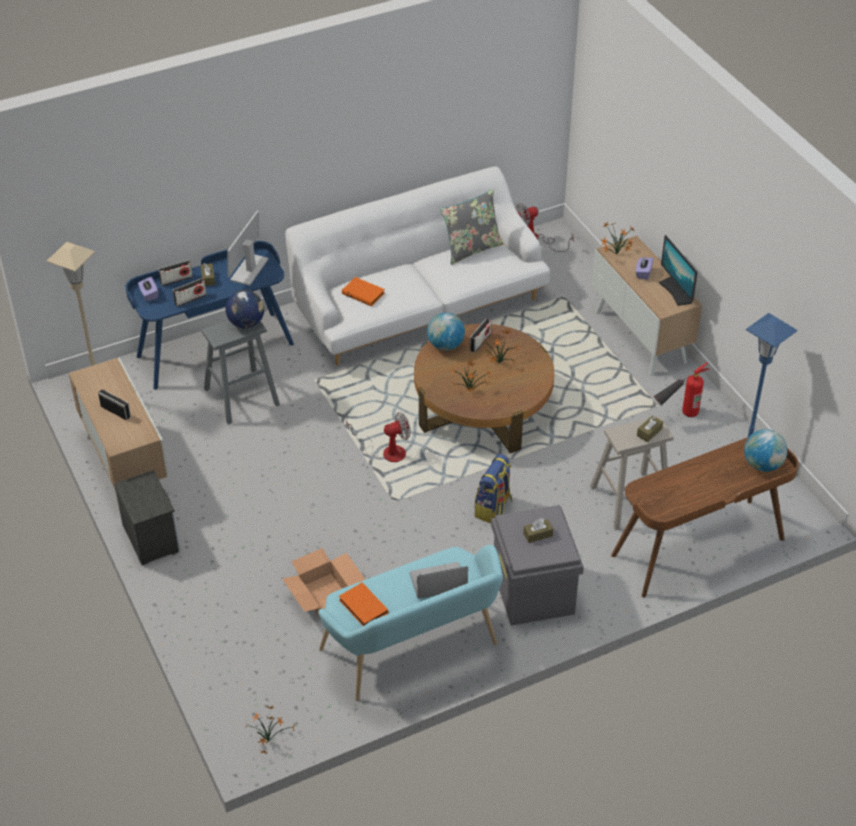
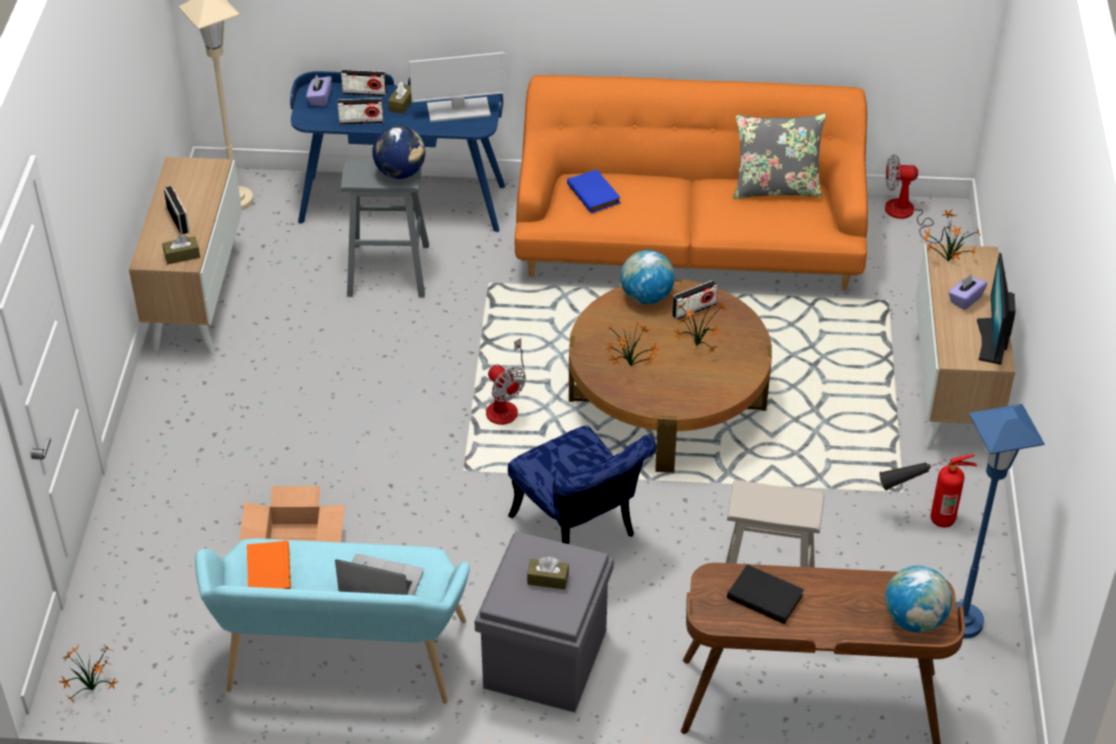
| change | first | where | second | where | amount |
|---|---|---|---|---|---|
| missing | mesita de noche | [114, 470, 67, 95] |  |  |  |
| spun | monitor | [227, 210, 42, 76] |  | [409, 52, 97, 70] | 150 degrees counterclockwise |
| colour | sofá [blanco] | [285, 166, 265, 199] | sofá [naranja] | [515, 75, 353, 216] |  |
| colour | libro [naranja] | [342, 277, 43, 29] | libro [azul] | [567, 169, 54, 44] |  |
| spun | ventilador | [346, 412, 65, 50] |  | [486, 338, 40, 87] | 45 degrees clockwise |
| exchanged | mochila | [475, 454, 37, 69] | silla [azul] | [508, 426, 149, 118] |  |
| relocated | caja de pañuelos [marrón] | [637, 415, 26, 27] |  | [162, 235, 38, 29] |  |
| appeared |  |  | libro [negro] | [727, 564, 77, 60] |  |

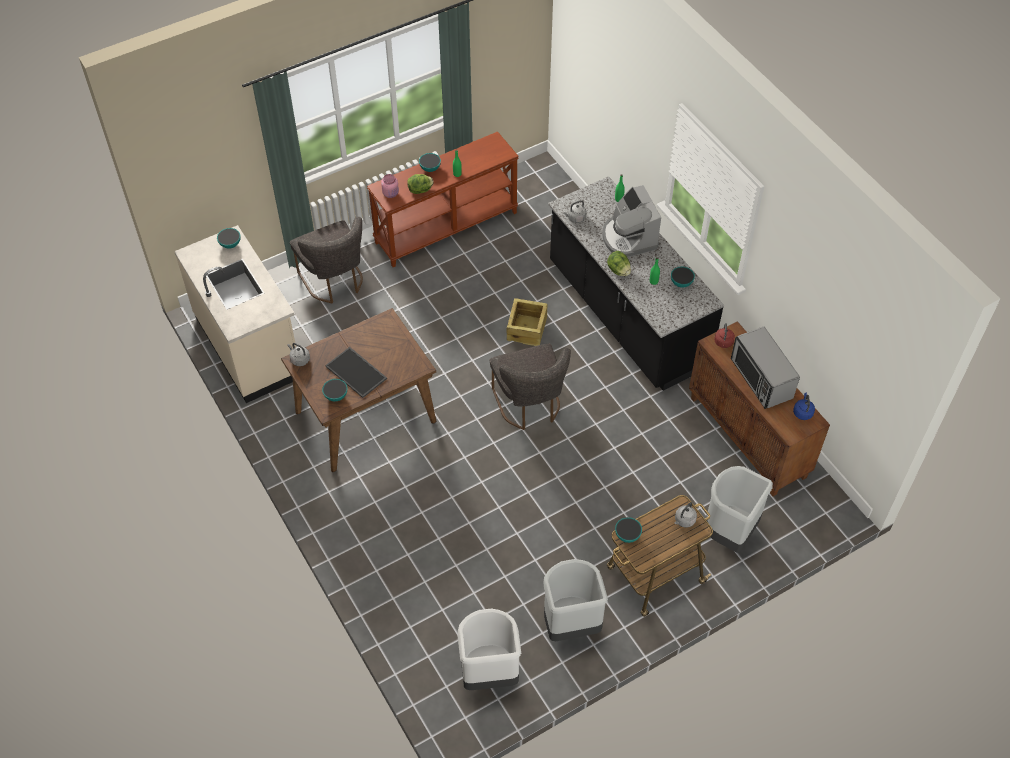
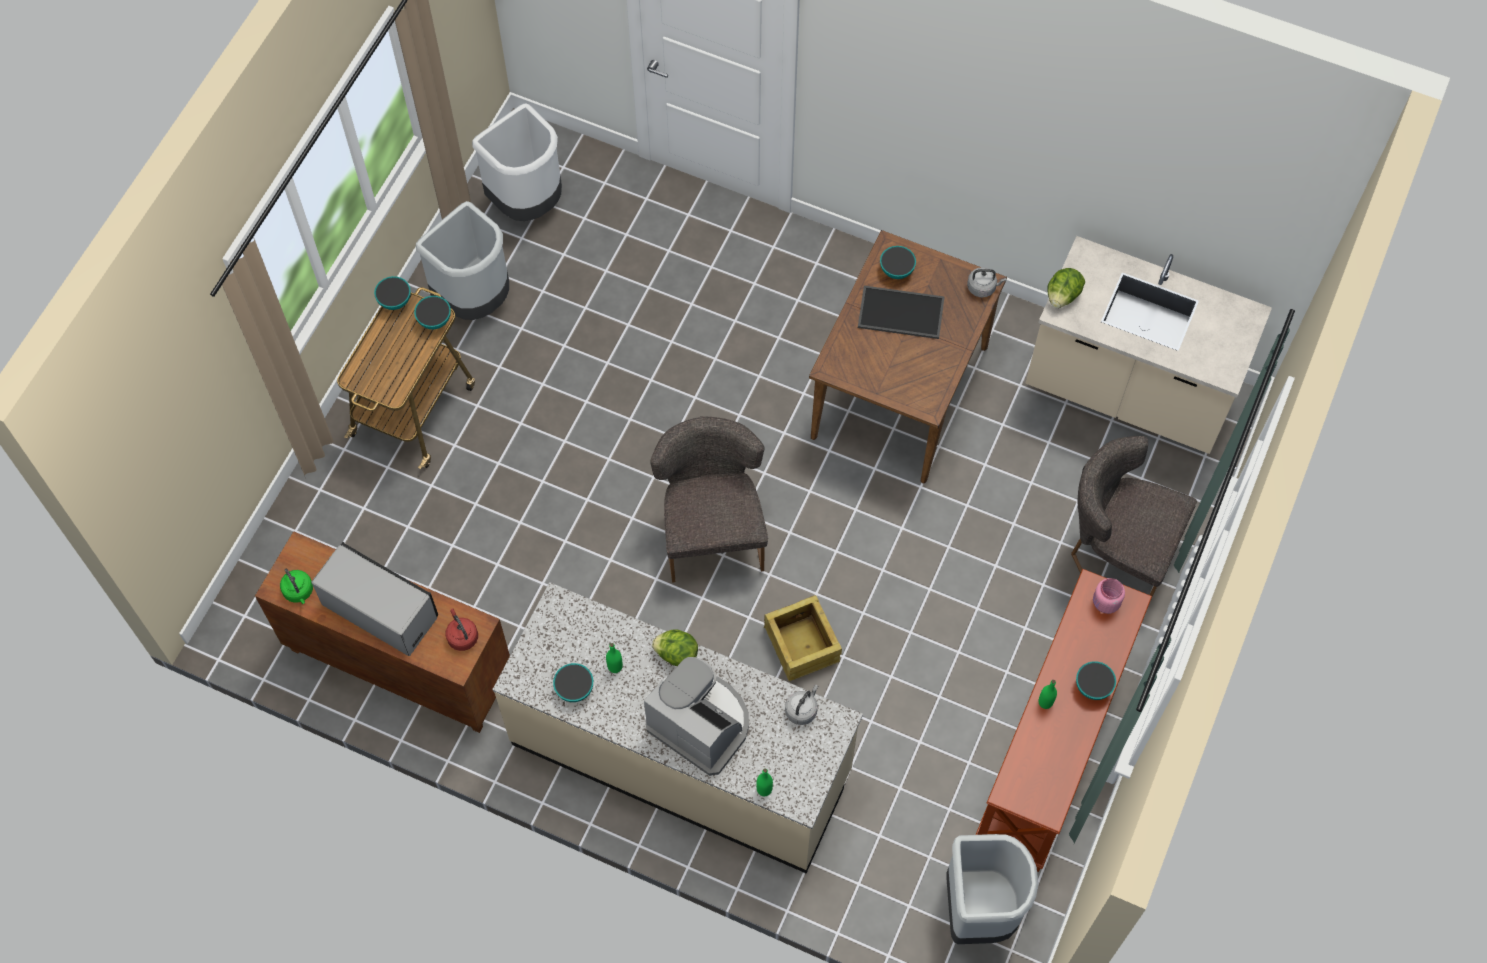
| change | first | where | second | where | amount |
|---|---|---|---|---|---|
| relocated | cuenco | [217, 228, 24, 21] |  | [374, 276, 37, 34] |  |
| relocated | lechuga | [407, 174, 27, 20] |  | [1047, 268, 38, 40] |  |
| spun | silla [gris] | [490, 344, 81, 86] |  | [650, 416, 118, 167] | 45 degrees clockwise |
| colour | mueble bajo de cocina [negro] | [548, 176, 176, 215] | mueble bajo de cocina [beis] | [492, 582, 371, 291] |  |
| missing | hervidor [gris] | [674, 502, 23, 26] |  |  |  |
| relocated | papelera [gris] | [706, 466, 67, 87] |  | [946, 834, 92, 110] |  |
| colour | hervidor [azul] | [793, 393, 22, 27] | hervidor [verde] | [280, 569, 33, 35] |  |

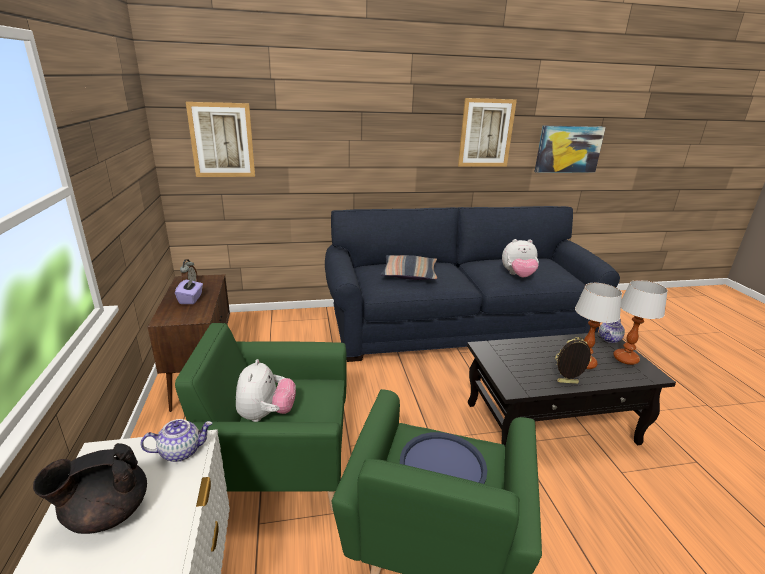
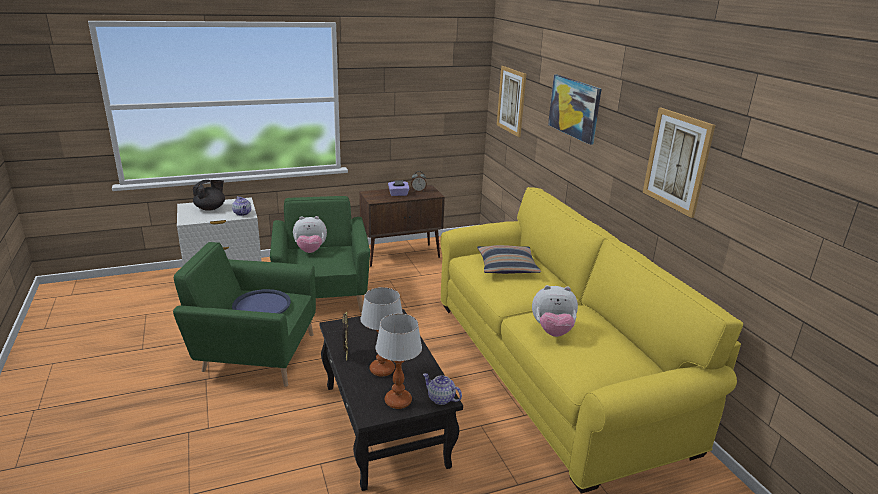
| change | first | where | second | where | amount |
|---|---|---|---|---|---|
| spun | tetera [negro] | [33, 443, 114, 91] |  | [193, 180, 32, 31] | 75 degrees clockwise |
| colour | sofá [azul] | [325, 206, 295, 156] | sofá [amarillo] | [440, 187, 303, 307] |  |
| spun | peluche | [502, 239, 37, 39] |  | [532, 285, 46, 52] | 75 degrees counterclockwise |
| relocated | cuadro | [535, 126, 71, 46] |  | [548, 75, 53, 70] |  |

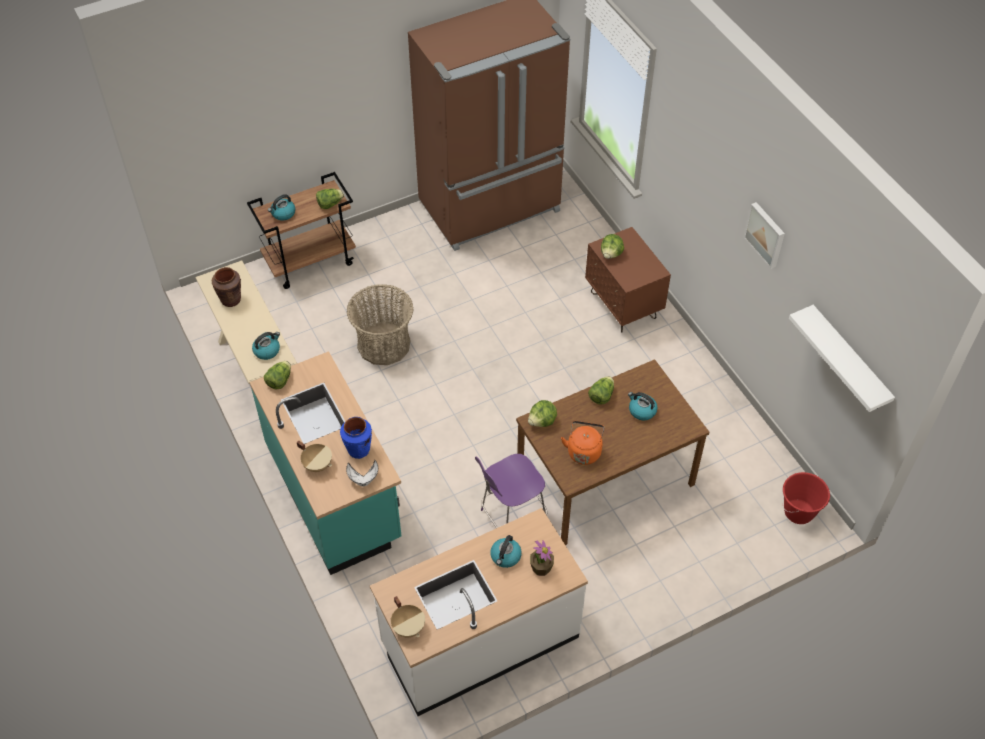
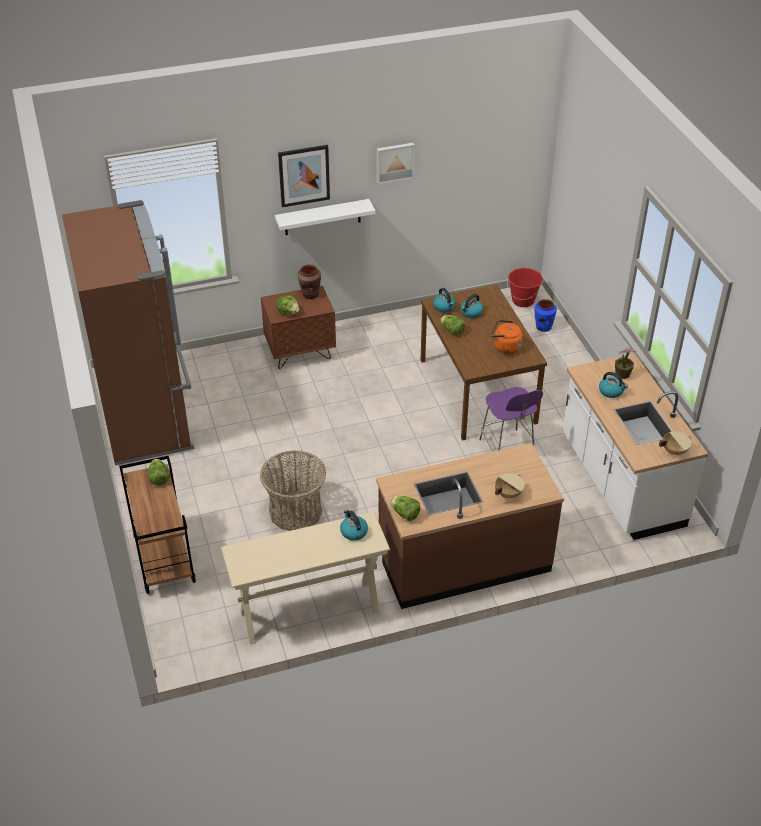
| change | first | where | second | where | amount |
|---|---|---|---|---|---|
| relocated | florero [marrón] | [212, 267, 29, 40] |  | [298, 265, 23, 34] |  |
| colour | mueble bajo de cocina [turquesa] | [250, 351, 151, 224] | mueble bajo de cocina [marrón] | [376, 443, 188, 166] |  |
| relocated | hervidor | [268, 194, 27, 26] |  | [433, 288, 23, 24] |  |
| relocated | florero [azul] | [340, 417, 32, 42] |  | [534, 299, 23, 33] |  |
| missing | cuenco [blanco] | [346, 460, 32, 26] |  |  |  |
| missing | lechuga | [528, 400, 29, 27] |  |  |  |
| relocated | estante [blanco] | [789, 305, 106, 107] |  | [275, 199, 100, 36] |  |
| appeared |  |  | cuadro | [278, 145, 52, 62] |  |

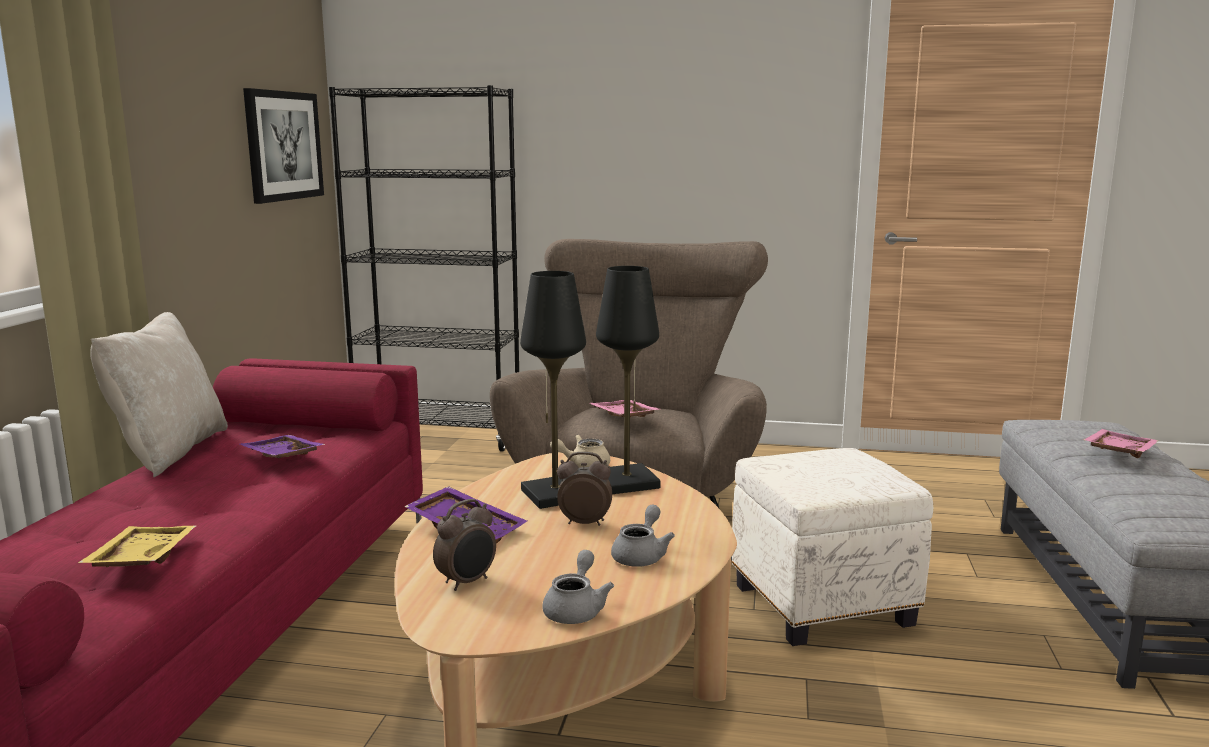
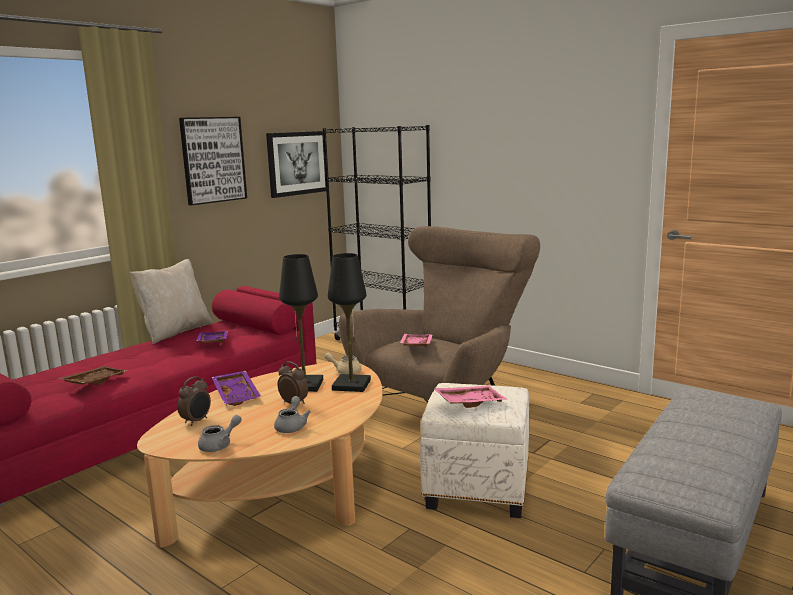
| change | first | where | second | where | amount |
|---|---|---|---|---|---|
| colour | bandeja [amarillo] | [78, 526, 118, 41] | bandeja [marrón] | [59, 366, 69, 20] |  |
| spun | despertador | [433, 499, 63, 92] |  | [177, 376, 34, 50] | 45 degrees counterclockwise |
| spun | tetera [gris] | [611, 505, 64, 62] |  | [274, 396, 37, 37] | 45 degrees counterclockwise |
| relocated | bandeja [rosa] | [1083, 429, 75, 29] |  | [433, 385, 75, 23] |  |
| appeared |  |  | cuadro | [179, 117, 68, 88] |  |

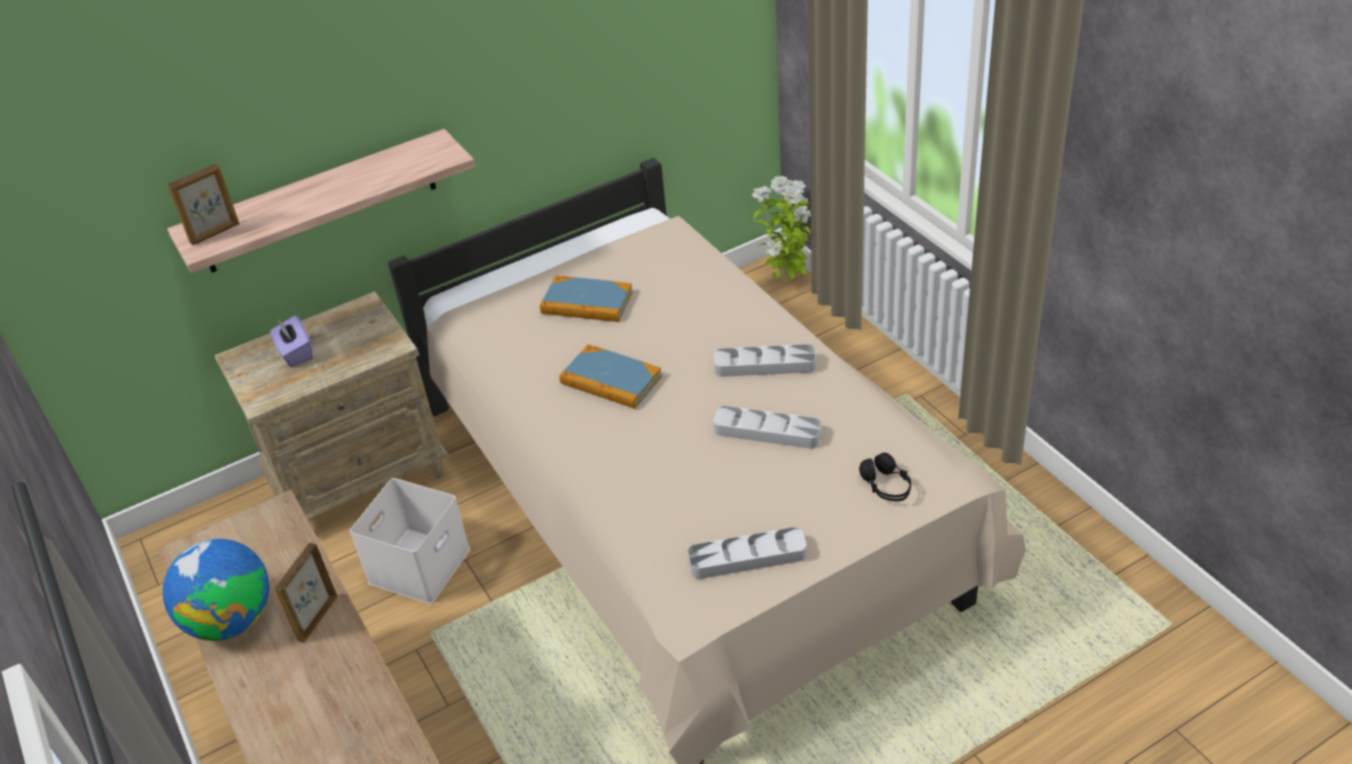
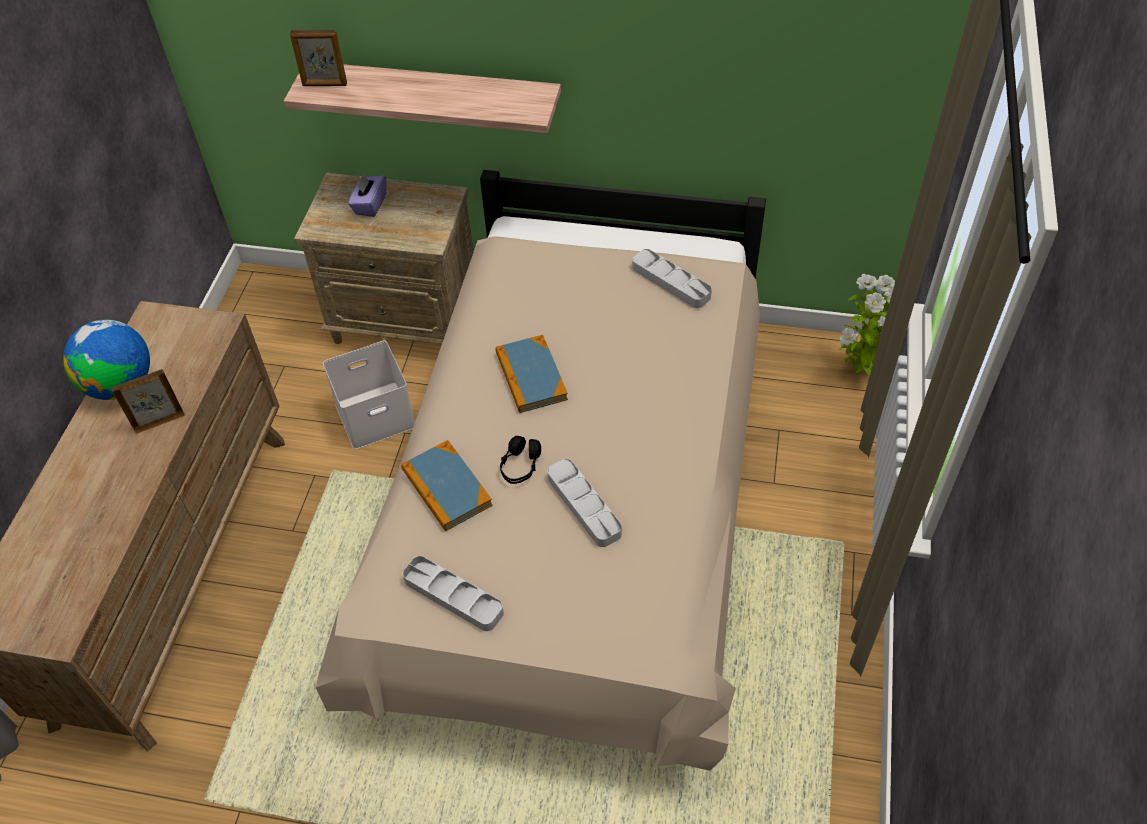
| change | first | where | second | where | amount |
|---|---|---|---|---|---|
| relocated | libro | [540, 276, 93, 46] |  | [401, 440, 92, 91] |  |
| relocated | bandeja [gris] | [714, 344, 102, 33] |  | [632, 249, 80, 59] |  |
| relocated | auriculares [negro] | [859, 453, 52, 48] |  | [500, 436, 41, 48] |  |

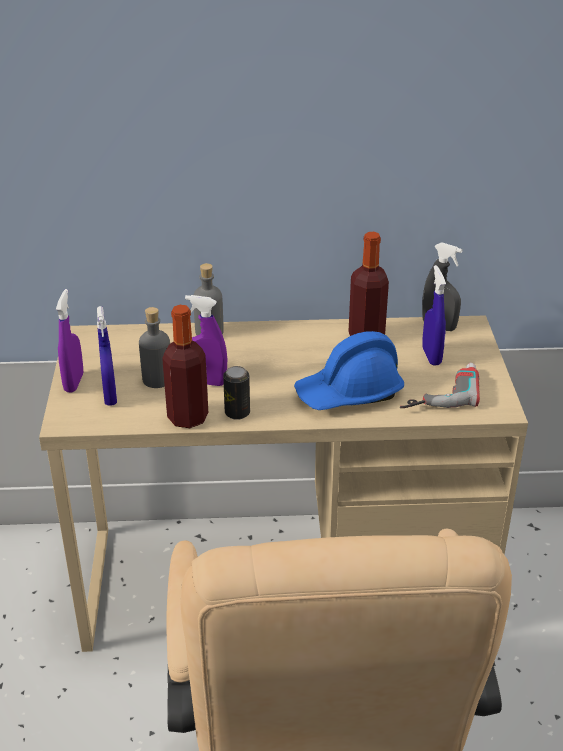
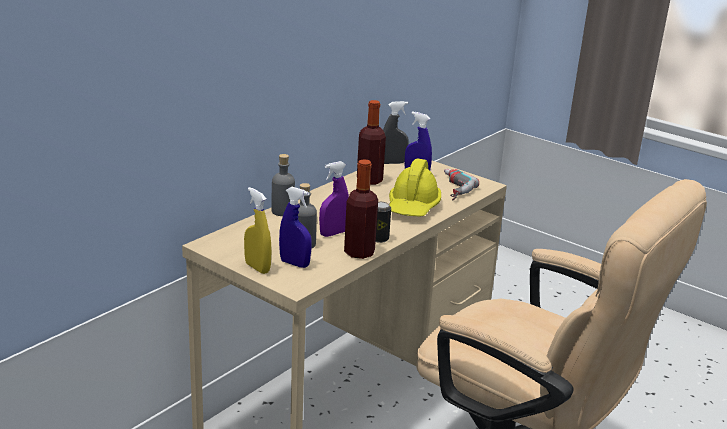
| change | first | where | second | where | amount |
|---|---|---|---|---|---|
| colour | pulverizador [morado] | [56, 289, 27, 104] | pulverizador [amarillo] | [244, 187, 27, 87] |  |
| colour | casco [azul] | [294, 331, 110, 79] | casco [amarillo] | [389, 158, 52, 59] |  |

